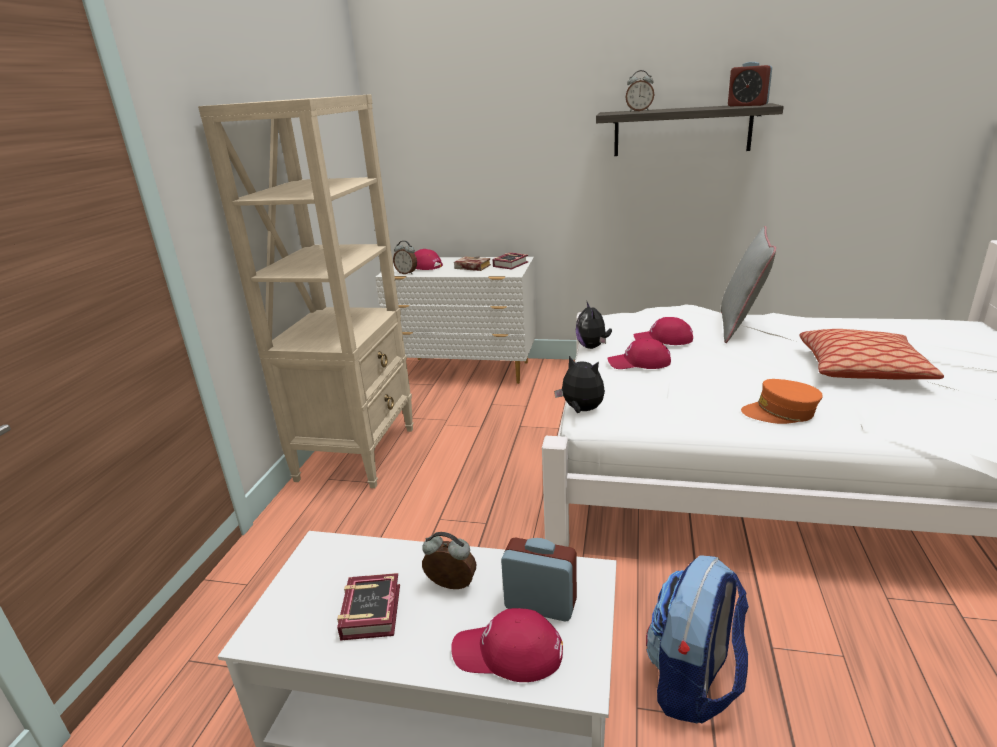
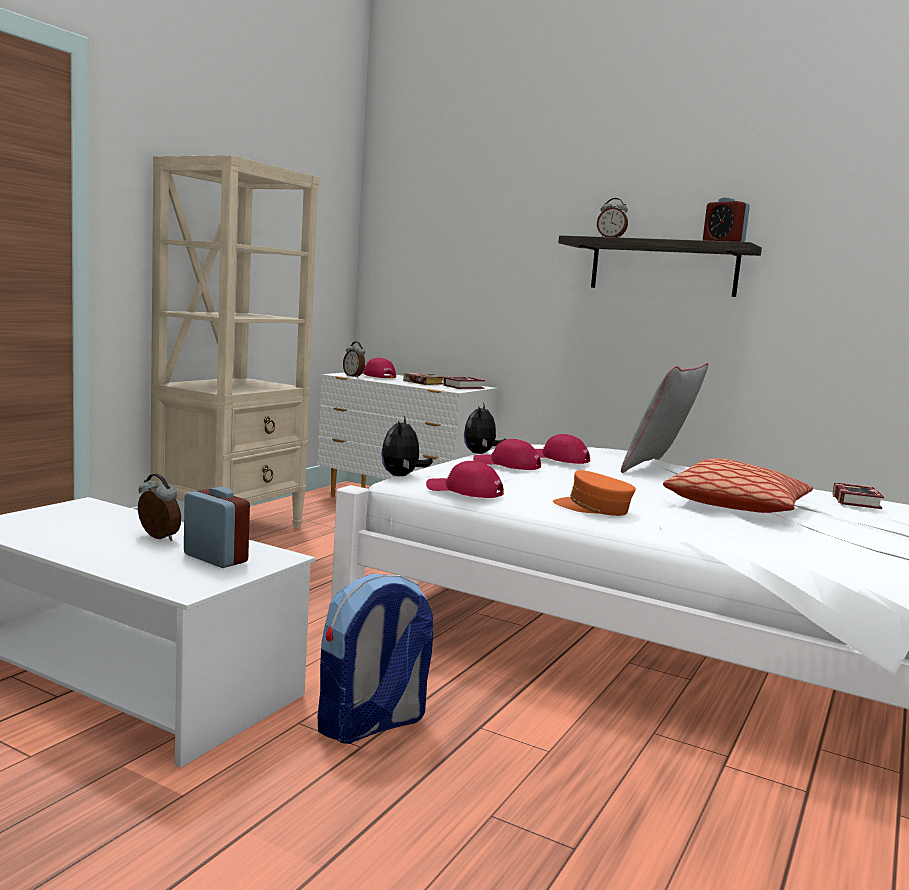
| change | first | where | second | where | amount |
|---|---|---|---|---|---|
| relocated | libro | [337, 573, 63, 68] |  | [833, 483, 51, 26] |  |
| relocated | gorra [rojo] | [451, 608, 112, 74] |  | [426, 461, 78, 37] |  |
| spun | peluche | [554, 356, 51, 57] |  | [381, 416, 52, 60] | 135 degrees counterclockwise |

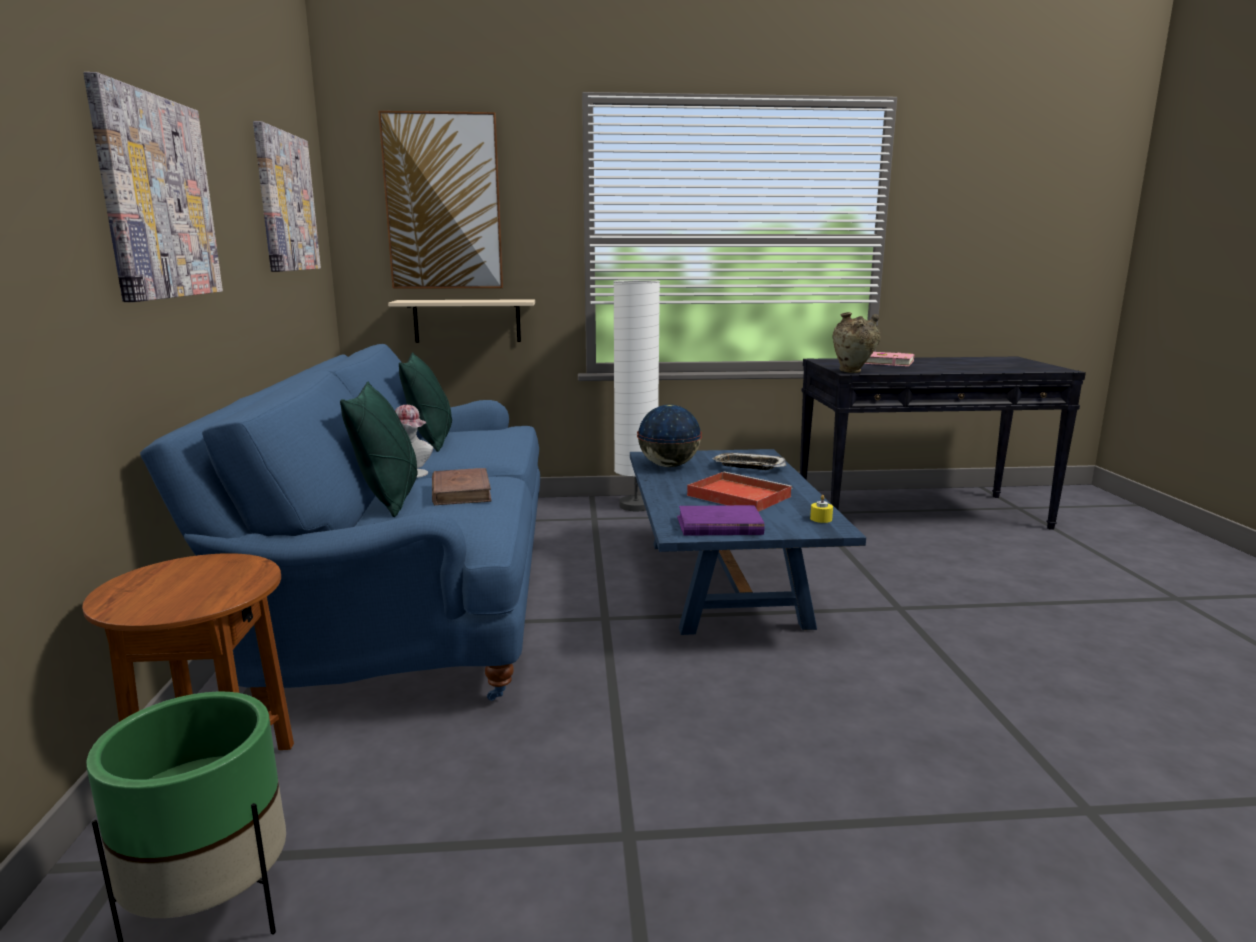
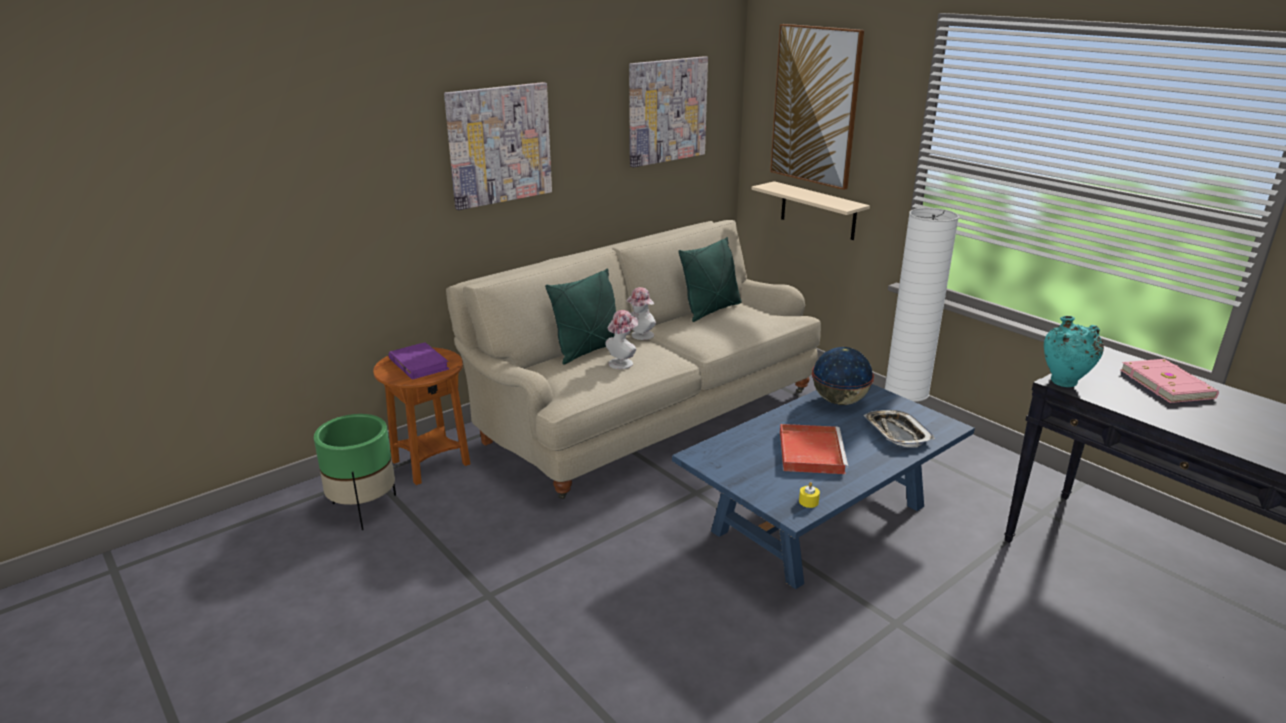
| change | first | where | second | where | amount |
|---|---|---|---|---|---|
| colour | sofá [azul] | [140, 344, 400, 368] | sofá [beis] | [446, 220, 375, 279] |  |
| exchanged | libro [marrón] | [432, 468, 60, 37] | sombrero | [605, 310, 33, 59] |  |
| relocated | libro [morado] | [677, 505, 88, 31] |  | [389, 342, 60, 38] |  |
| colour | florero [beis] | [833, 312, 47, 61] | florero [turquesa] | [1044, 316, 60, 71] |  |

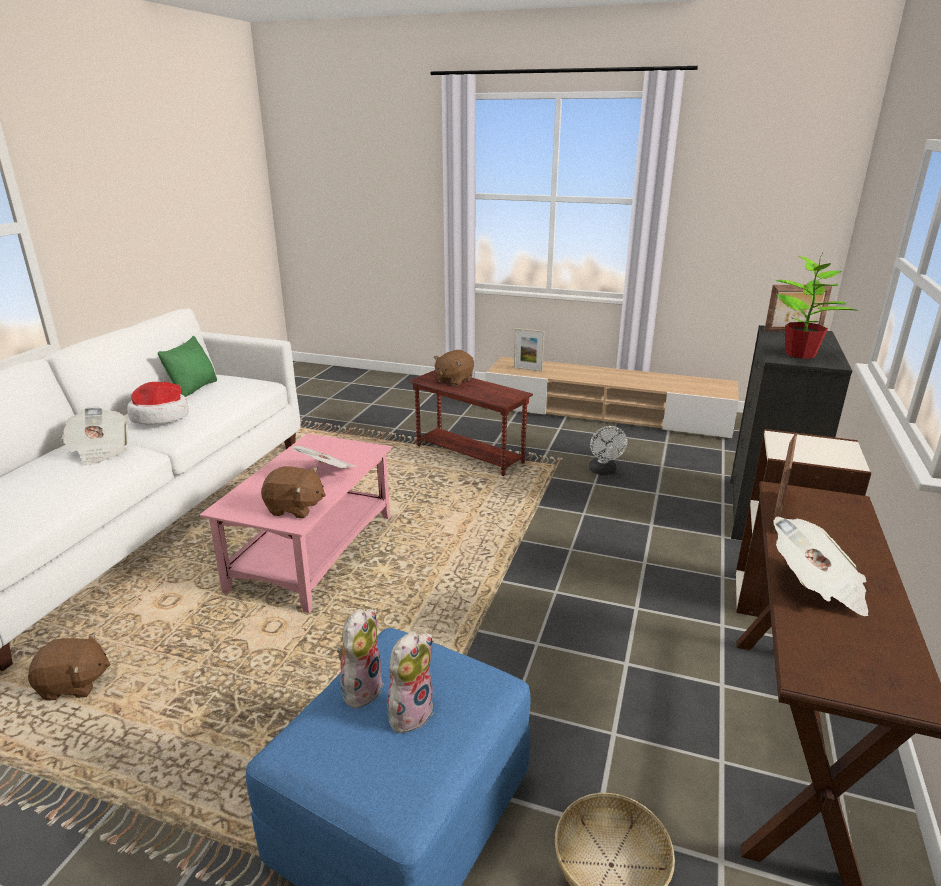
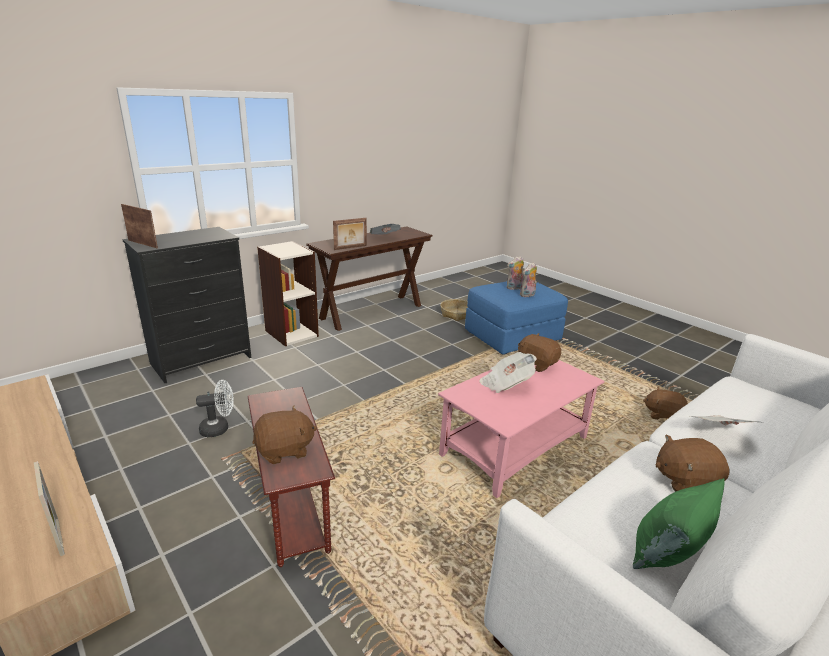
| change | first | where | second | where | amount |
|---|---|---|---|---|---|
| exchanged | sombrero | [127, 382, 62, 43] | peluche [marrón] | [655, 435, 75, 57] |  |
| spun | ventilador [blanco] | [589, 426, 38, 49] |  | [196, 380, 38, 57] | 45 degrees clockwise |
| missing | planta en maceta | [775, 254, 84, 105] |  |  |  |

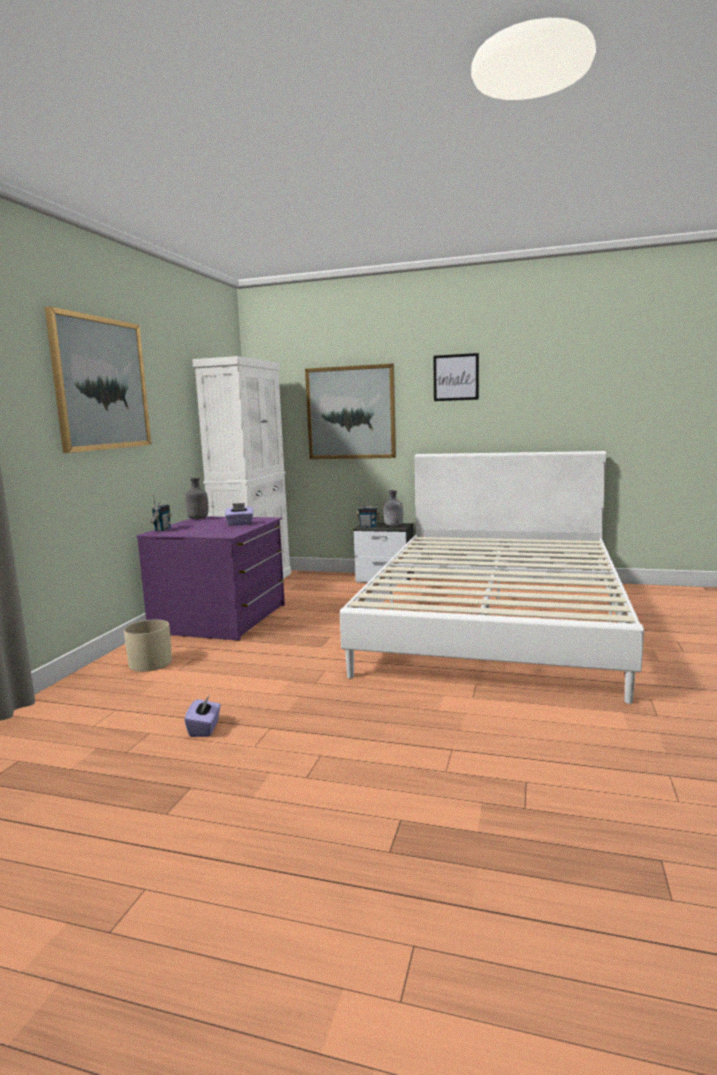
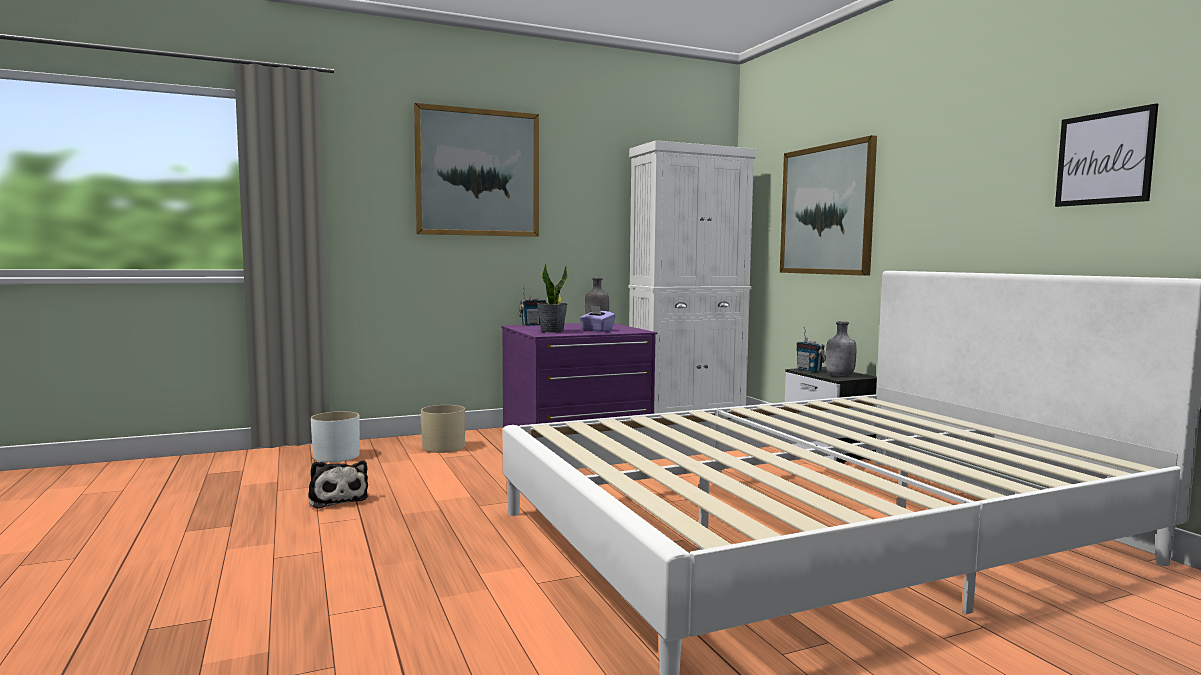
| change | first | where | second | where | amount |
|---|---|---|---|---|---|
| exchanged | caja de pañuelos [morado] | [184, 696, 37, 41] | peluche | [308, 460, 60, 49] |  |
| relocated | cuadro | [434, 353, 45, 48] |  | [1055, 103, 103, 104] |  |
| appeared |  |  | maceta [blanco] | [311, 411, 49, 51] |  |
| appeared |  |  | planta en maceta | [537, 263, 30, 70] |  |

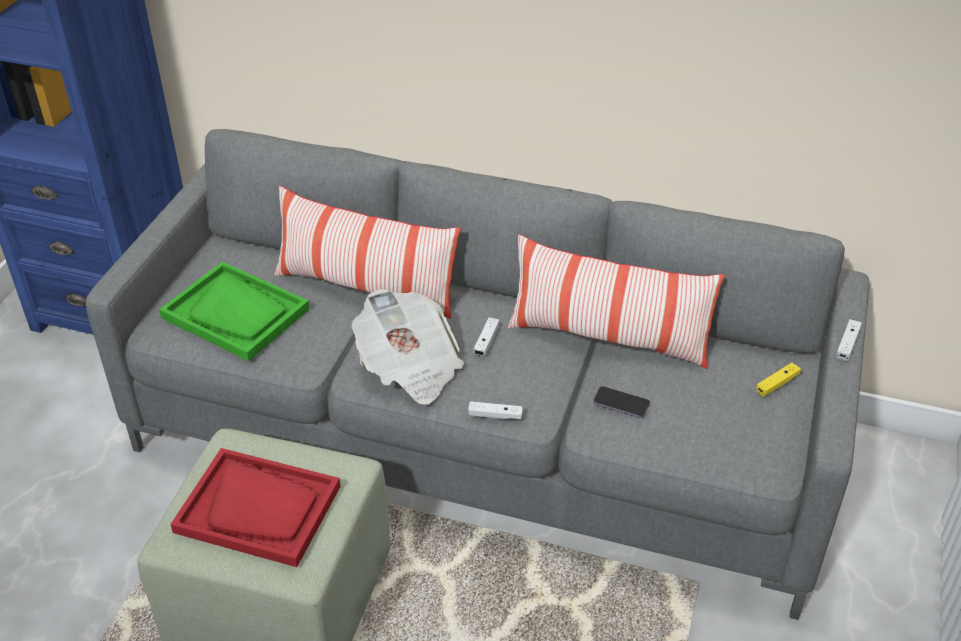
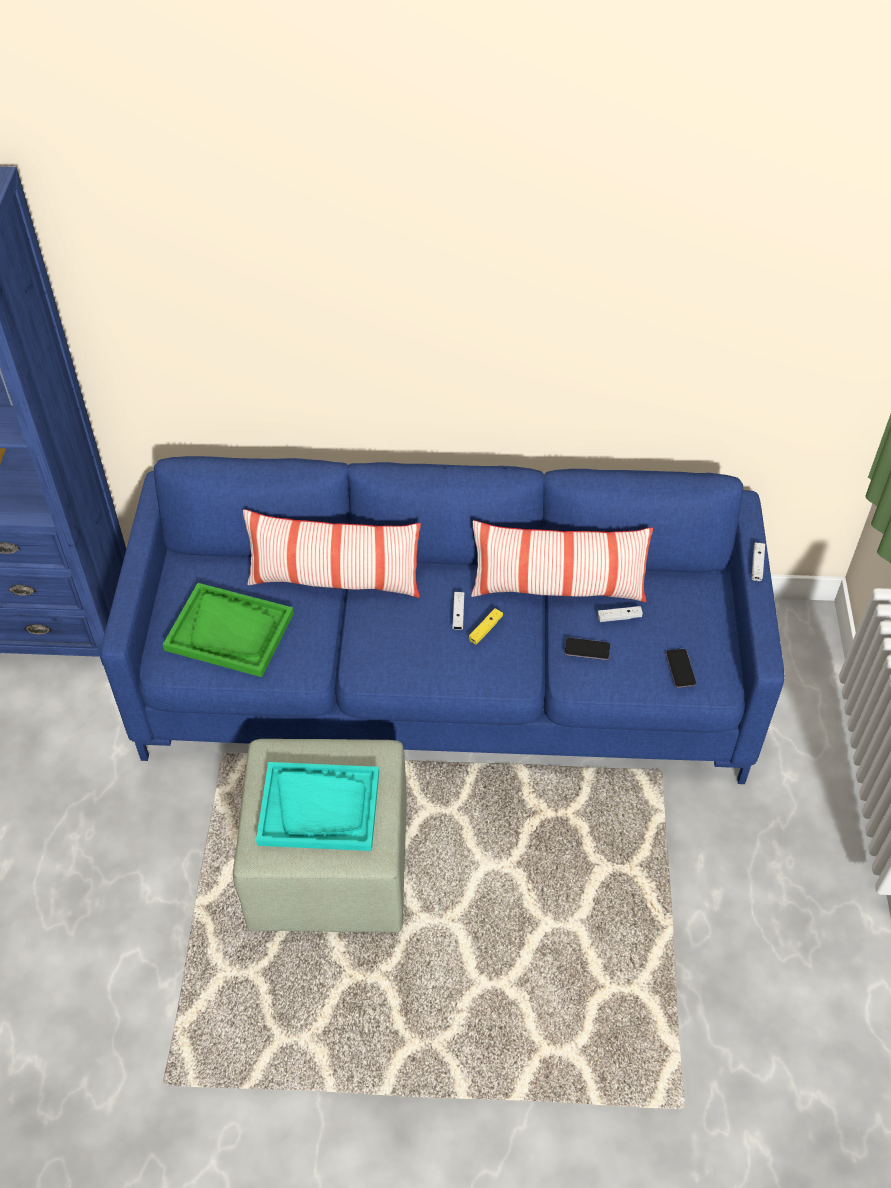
| change | first | where | second | where | amount |
|---|---|---|---|---|---|
| colour | sofá [gris] | [86, 129, 783, 491] | sofá [azul] | [101, 456, 683, 328] |  |
| colour | bandeja [rojo] | [170, 448, 171, 119] | bandeja [turquesa] | [256, 762, 123, 89] |  |
| missing | periódico | [352, 289, 112, 116] |  |  |  |
| relocated | mando de consola [blanco] | [468, 401, 55, 18] |  | [598, 606, 45, 16] |  |
| relocated | mando de consola [amarillo] | [756, 363, 45, 34] |  | [469, 608, 34, 36] |  |
| appeared |  |  | móvil | [666, 649, 30, 39] |  |

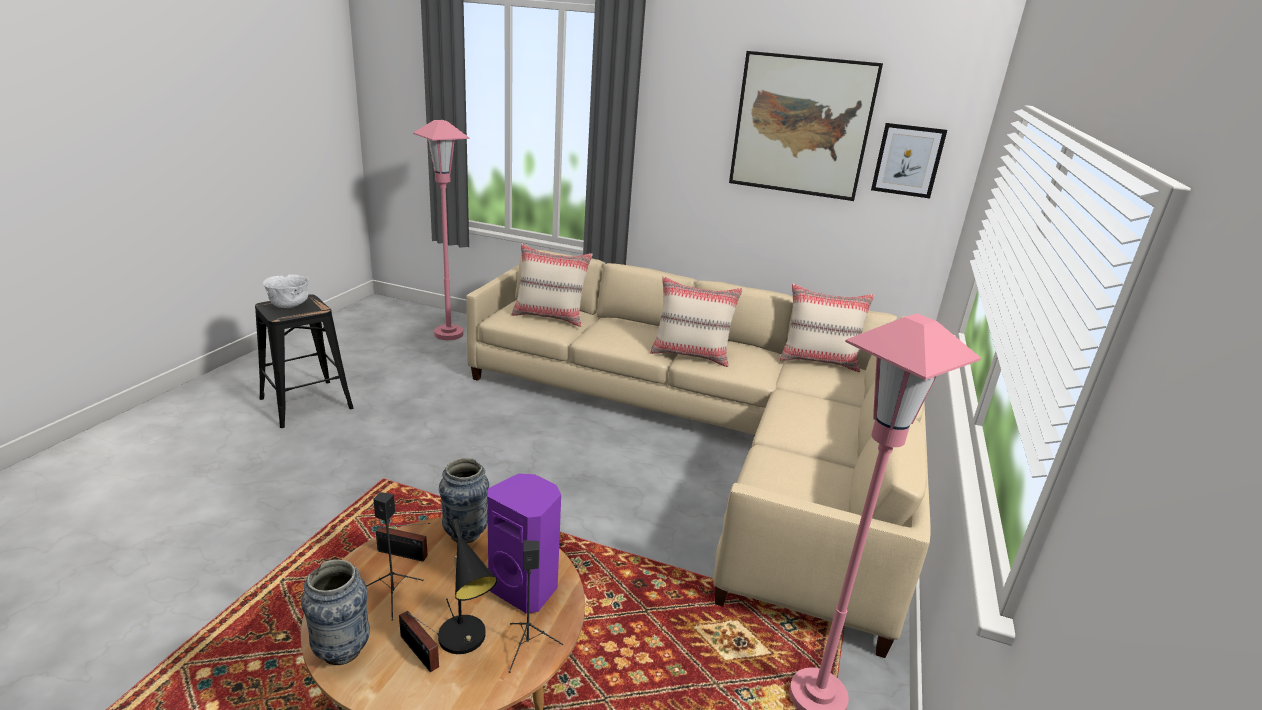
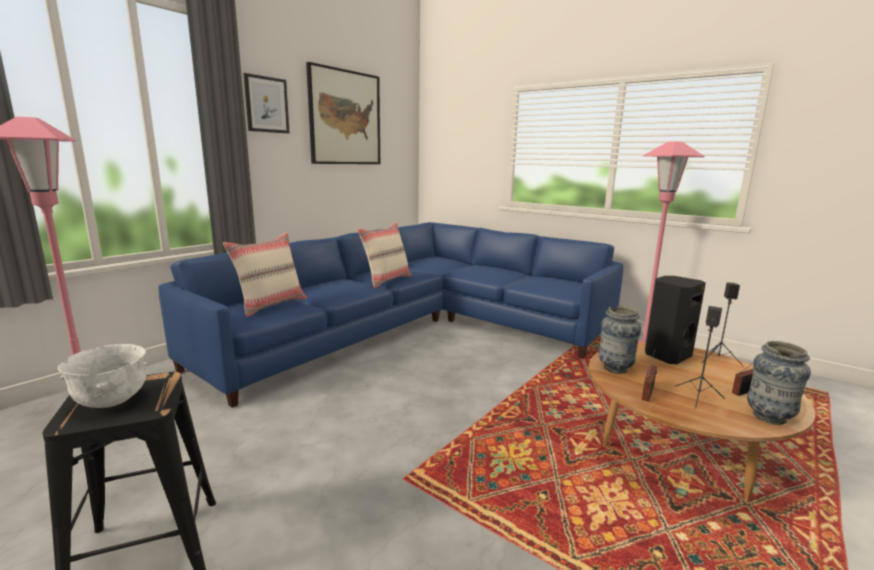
| change | first | where | second | where | amount |
|---|---|---|---|---|---|
| missing | lámpara de mesa [negro] | [438, 519, 59, 135] |  |  |  |
| colour | sofá [beis] | [466, 250, 465, 408] | sofá [azul] | [158, 222, 465, 186] |  |
| colour | altavoz [morado] | [487, 473, 74, 141] | altavoz [negro] | [645, 276, 61, 88] |  |
| missing | cojín [beis] | [780, 283, 94, 89] |  |  |  |
| relocated | cuadro | [871, 123, 76, 75] |  | [243, 73, 46, 60] |  |

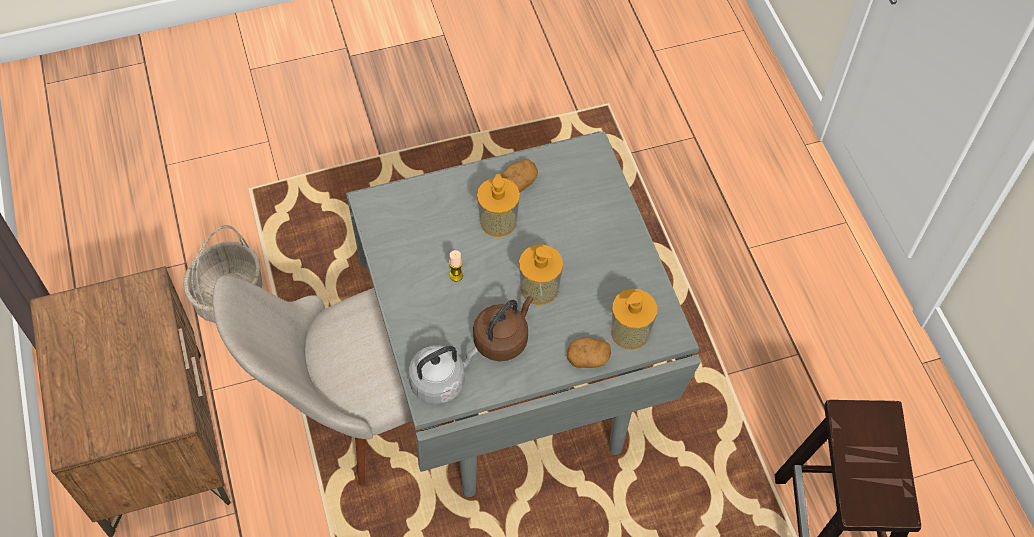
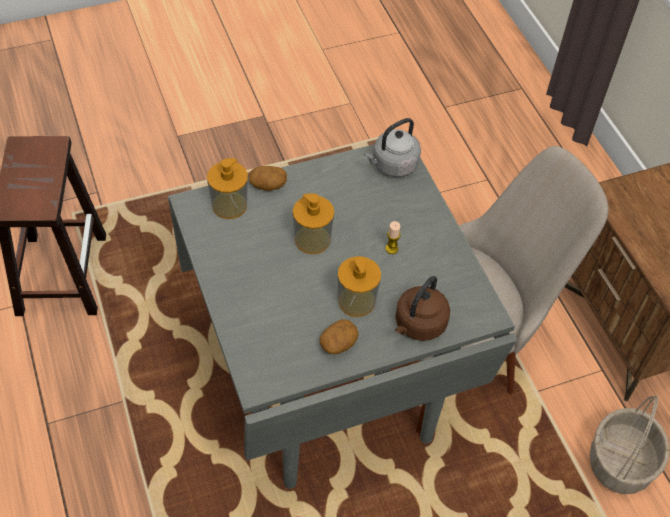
| change | first | where | second | where | amount |
|---|---|---|---|---|---|
| relocated | hervidor [marrón] | [473, 296, 61, 65] |  | [395, 276, 55, 65] |  |

